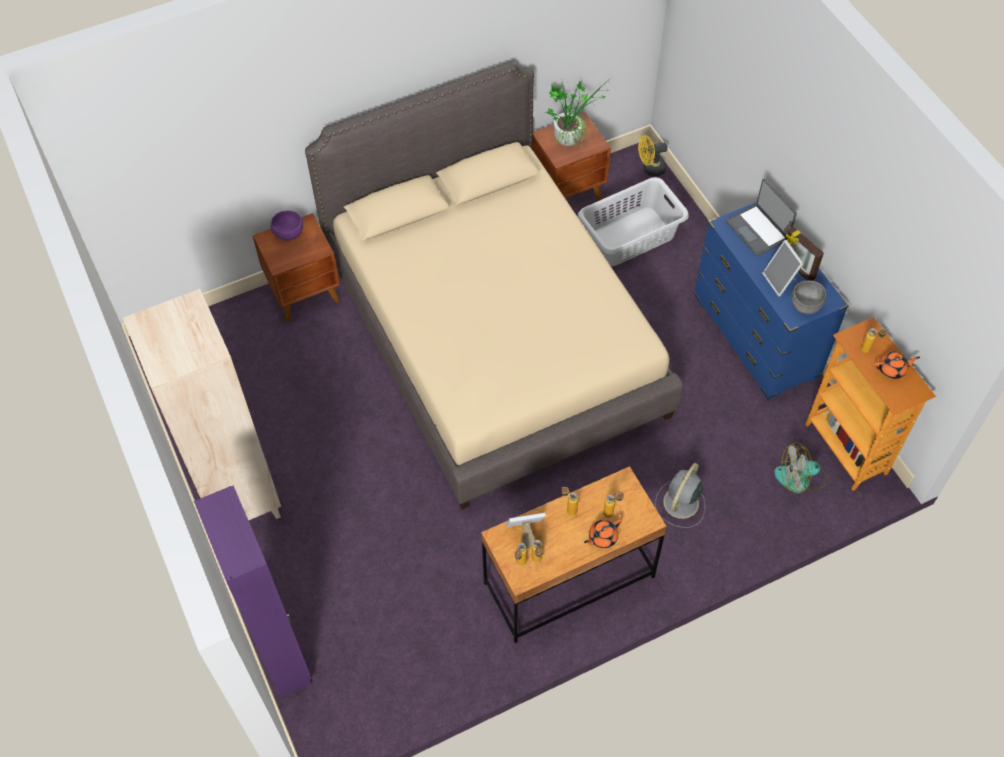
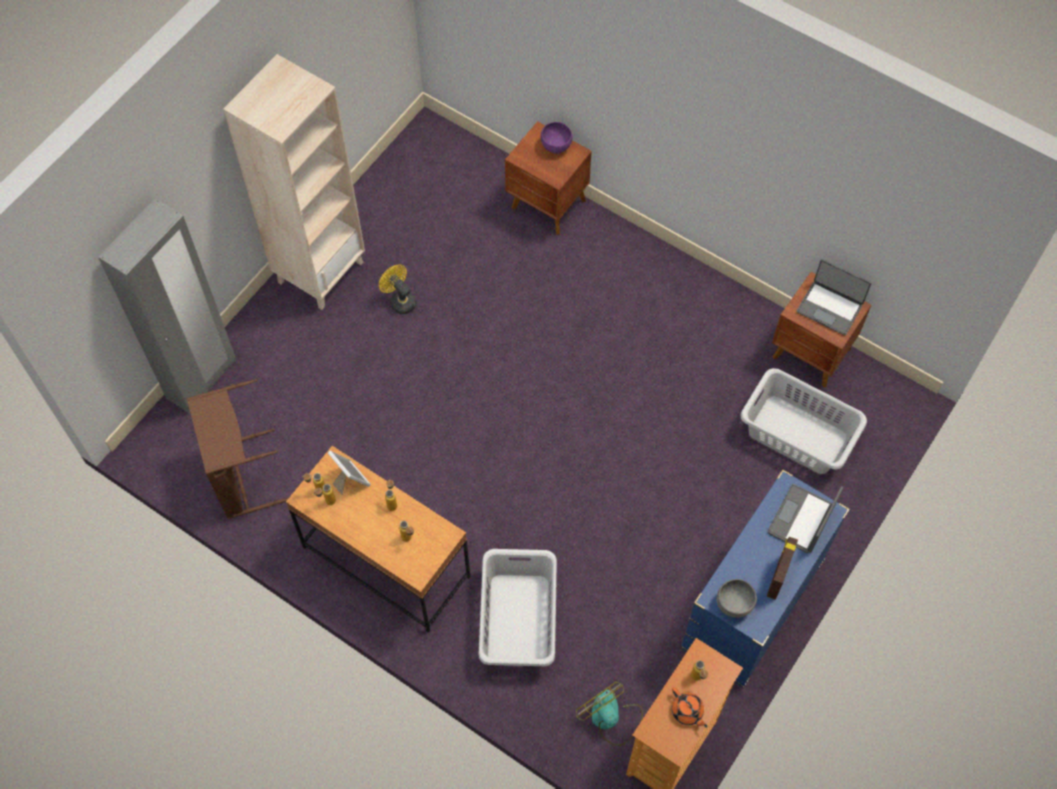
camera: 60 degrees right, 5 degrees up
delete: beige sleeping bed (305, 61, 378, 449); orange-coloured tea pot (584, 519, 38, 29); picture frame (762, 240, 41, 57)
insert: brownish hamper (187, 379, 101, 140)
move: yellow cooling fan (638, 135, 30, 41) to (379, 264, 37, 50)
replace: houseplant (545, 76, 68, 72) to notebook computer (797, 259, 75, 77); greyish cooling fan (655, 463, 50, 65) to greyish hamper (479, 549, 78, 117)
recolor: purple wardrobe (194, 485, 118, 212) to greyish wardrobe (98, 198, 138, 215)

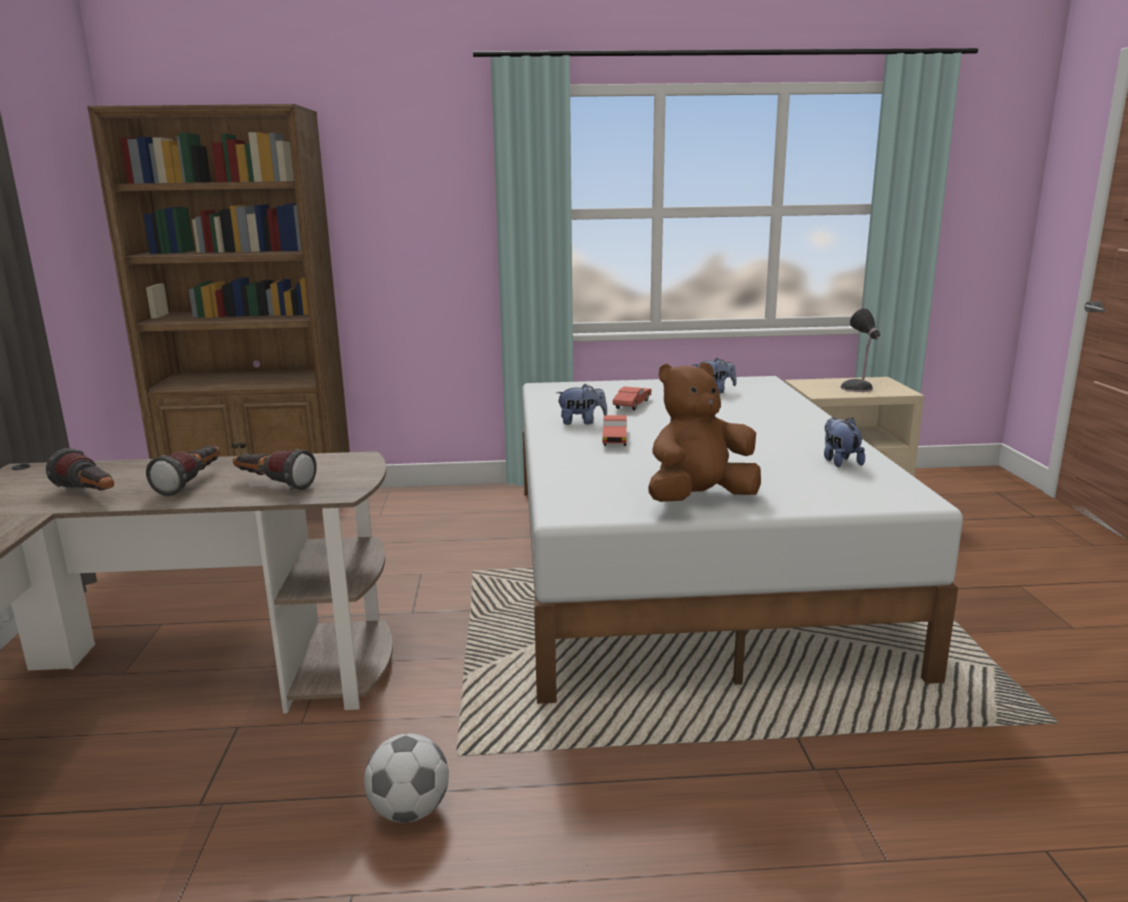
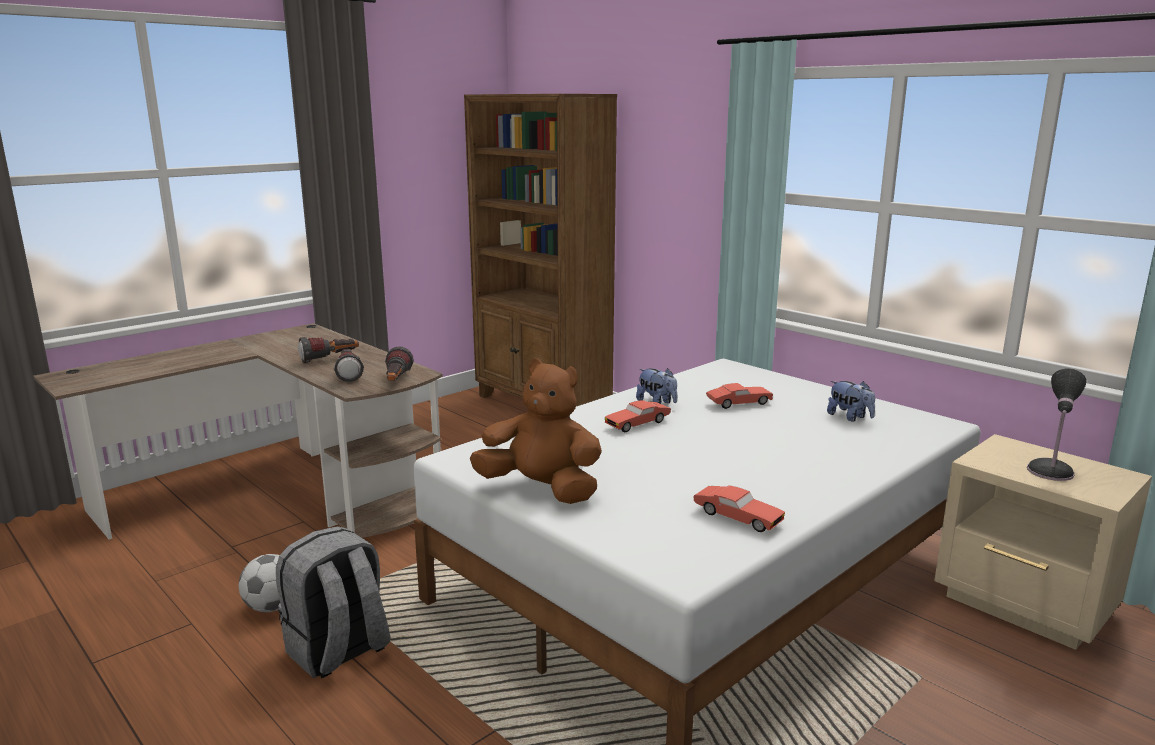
camera: 50 degrees right, 0 degrees up
insert: greyish backpack (276, 526, 114, 152)
move: hand torch (46, 448, 68, 42) to (385, 346, 29, 35)
replace: plush toy (824, 417, 41, 50) to reddish toy car (693, 485, 92, 47)

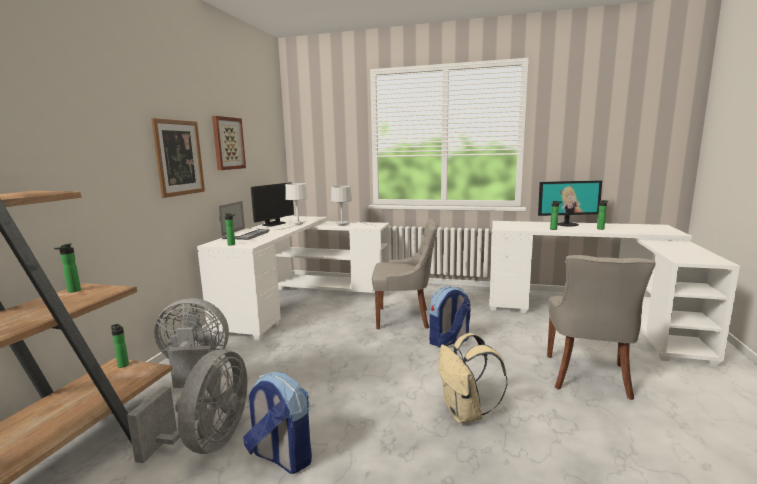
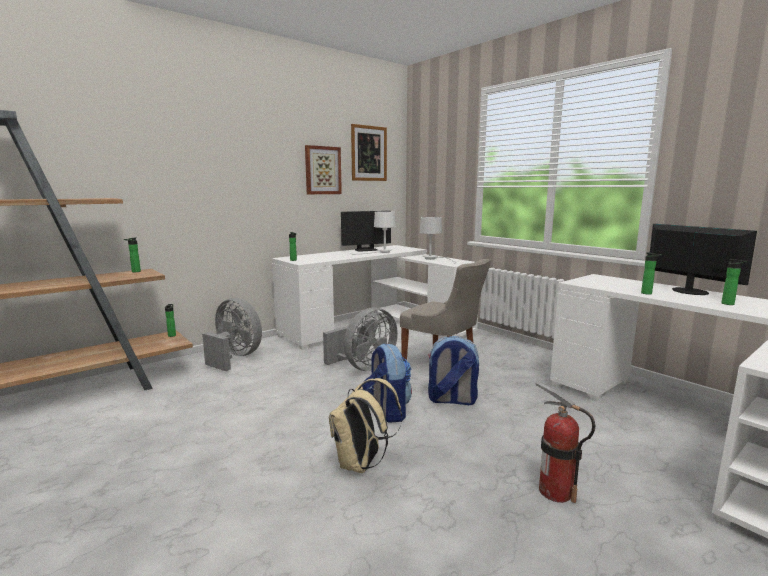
camera: 35 degrees right, 0 degrees up
delete: notebook computer (218, 201, 52, 39)
move: greyish cooling fan (127, 349, 121, 114) to (323, 307, 75, 64); wall picture (151, 118, 54, 80) to (351, 124, 36, 57); backpack (243, 372, 69, 102) to (362, 343, 50, 80)
replace: greyish upright chair (547, 255, 109, 145) to extinguisher (536, 382, 59, 121)
rotate: monitor (538, 180, 64, 46) = (650, 224, 107, 71) 150 degrees counterclockwise

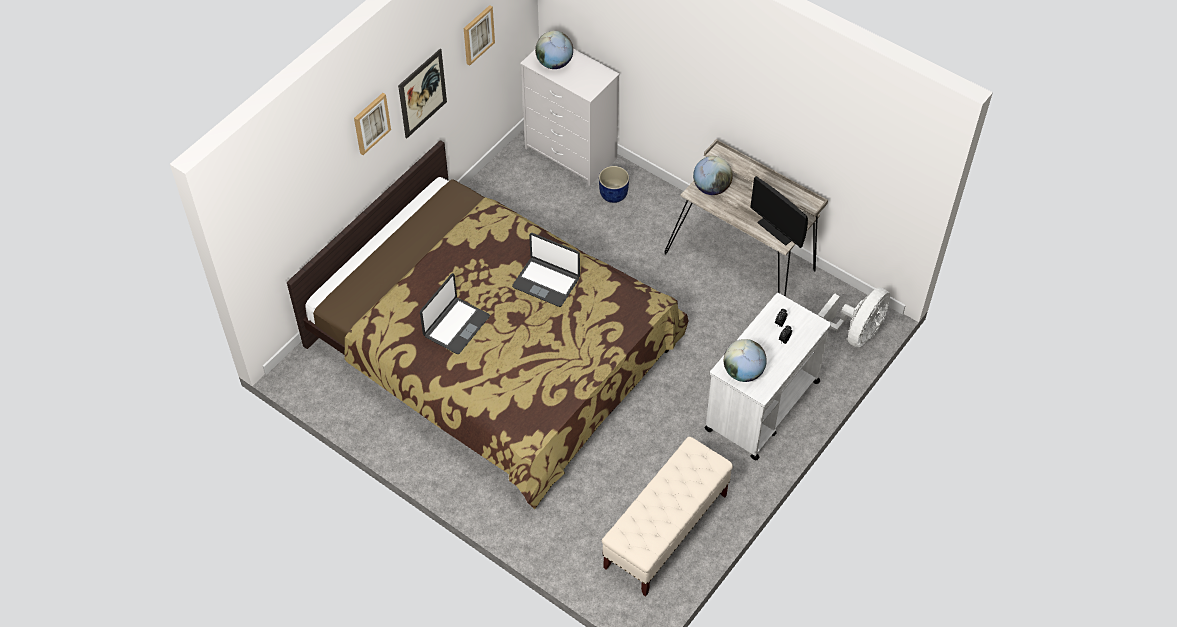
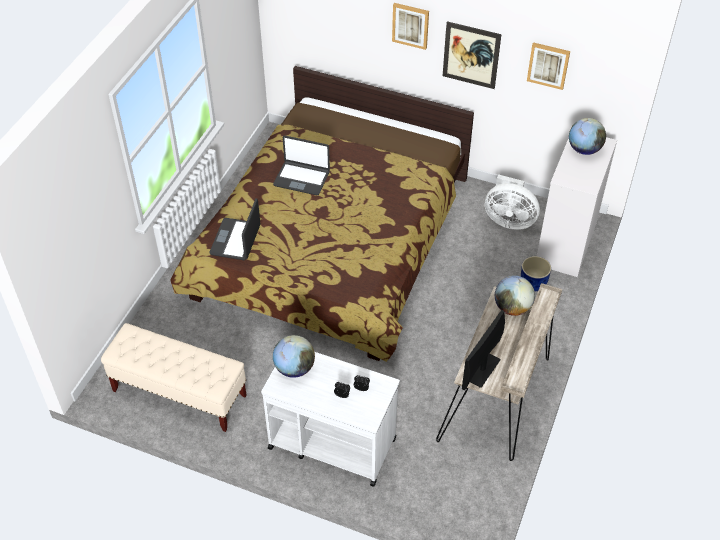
camera: 75 degrees right, 5 degrees down
move: notebook computer (512, 233, 68, 74) to (209, 198, 52, 62); whitish cooling fan (818, 287, 72, 61) to (485, 174, 55, 56)

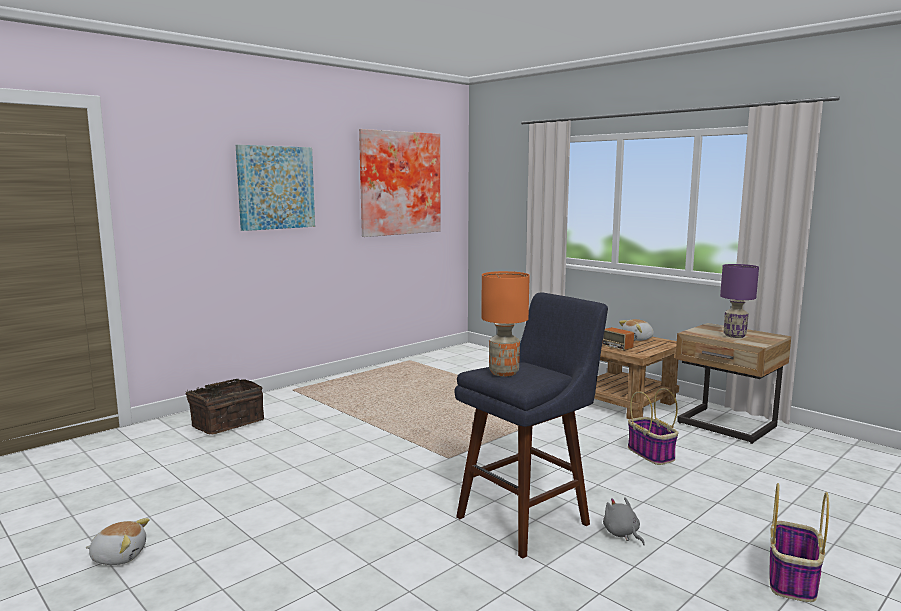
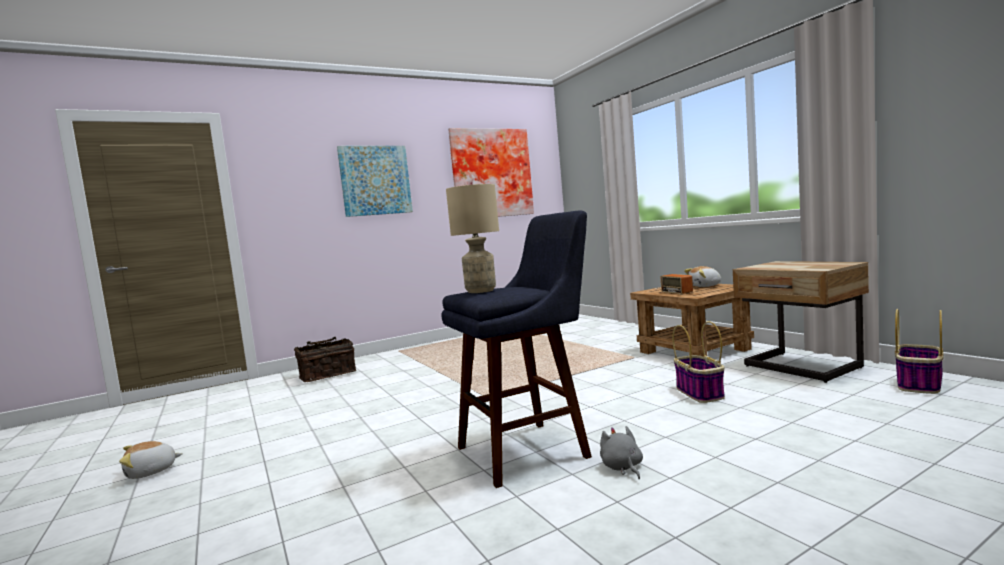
camera: 15 degrees right, 5 degrees down
delete: purple tabletop lamp (720, 264, 39, 74)
move: household basket (770, 483, 59, 119) to (895, 309, 49, 85)
recolor: orange-coloured tabletop lamp (481, 271, 49, 105) to beige tabletop lamp (446, 184, 53, 109)
rotate: plush toy (86, 518, 63, 47) = (119, 441, 64, 38) 135 degrees clockwise

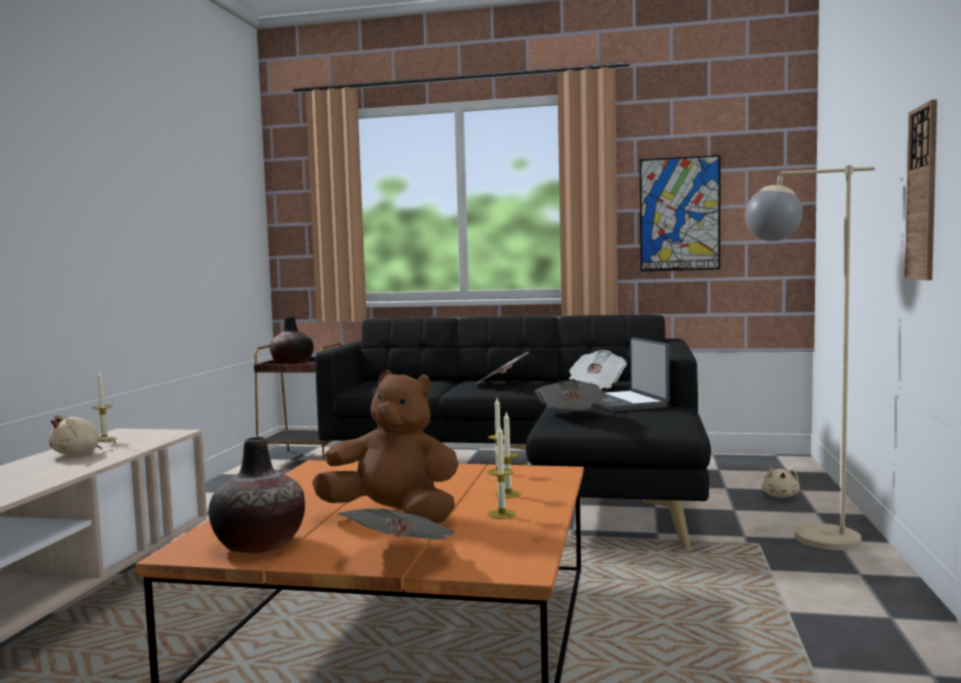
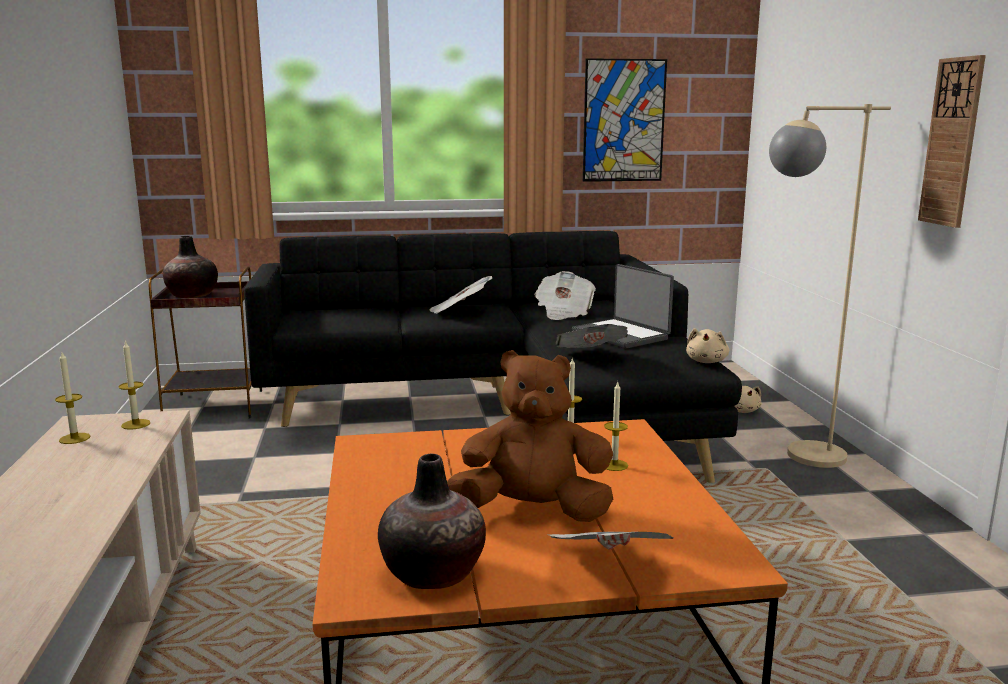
camera: 20 degrees left, 10 degrees up
move: beige plush toy (49, 414, 67, 41) to (686, 328, 43, 35); wax light (488, 425, 28, 94) to (118, 340, 33, 90)

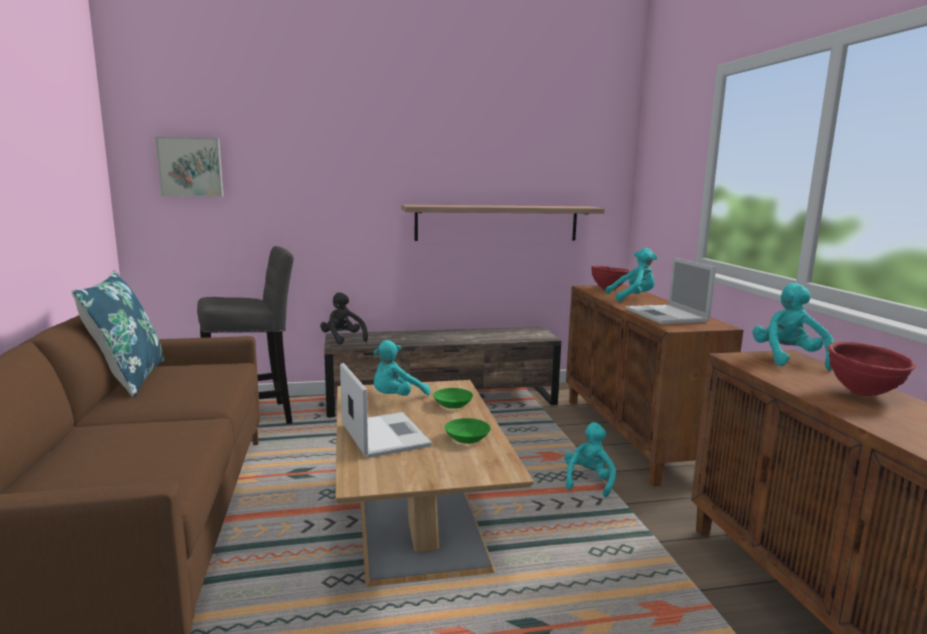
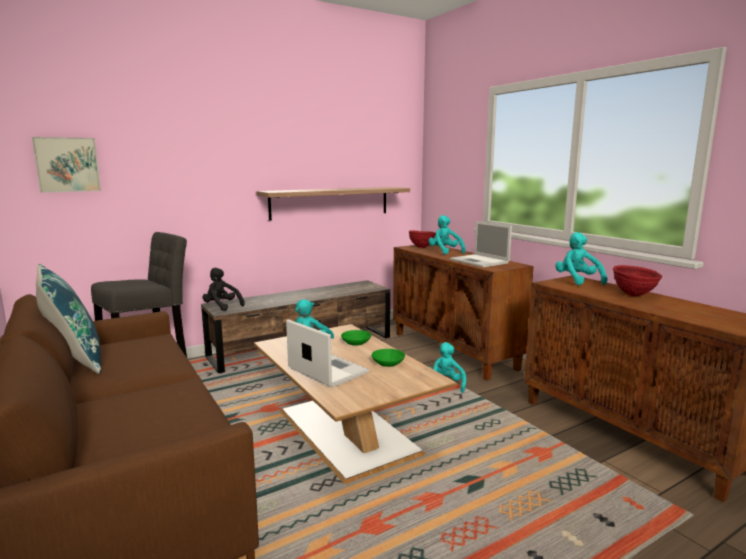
camera: 20 degrees left, 0 degrees up
rotate: blue-green plush toy (605, 248, 52, 54) = (429, 215, 37, 39) 90 degrees counterclockwise

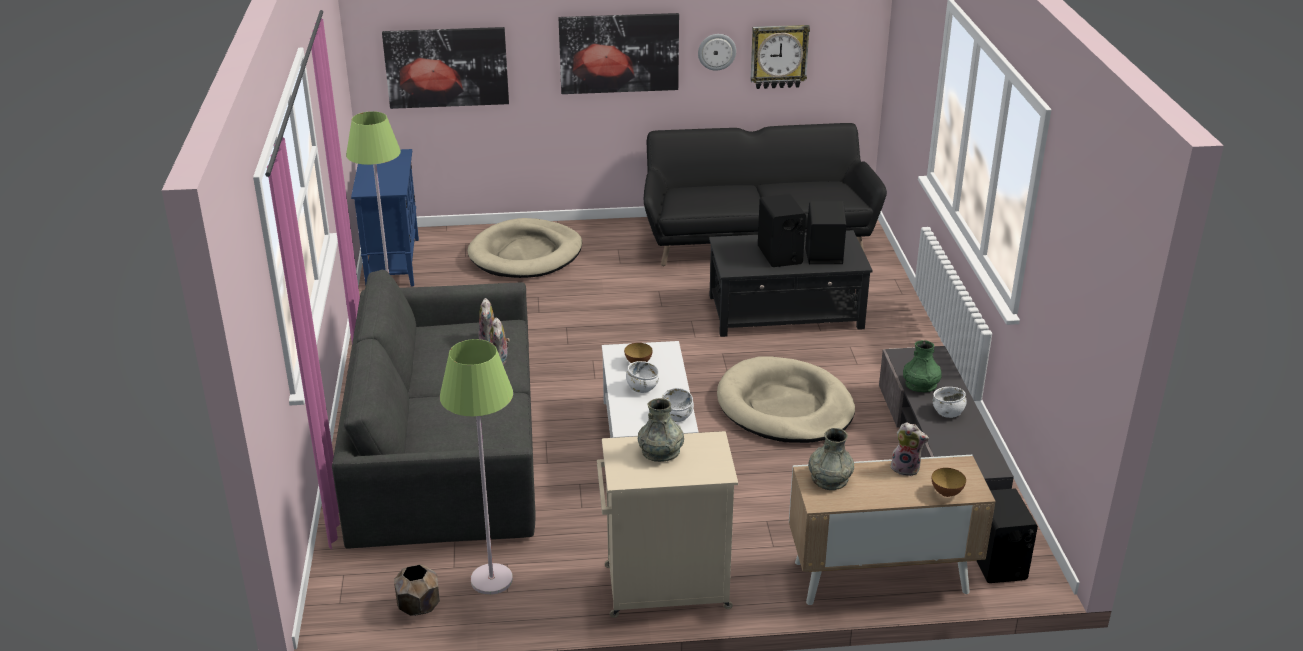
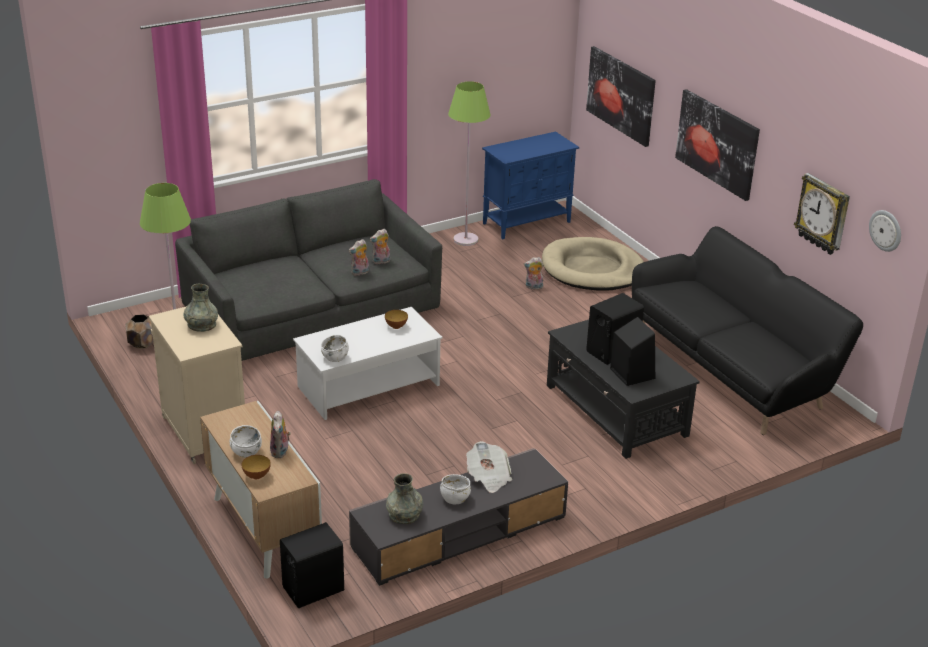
camera: 65 degrees right, 0 degrees up
delete: beige dog cushion (717, 356, 138, 87)
insert: plush toy (524, 257, 20, 33)
move: whitish bowl (626, 361, 33, 32) to (230, 425, 32, 33); clock on the wall (698, 34, 38, 37) to (869, 210, 32, 42); greyish decorative vase (808, 428, 46, 62) to (386, 473, 37, 51)
replace: greenish decorative vase (903, 340, 39, 53) to printed paper (466, 441, 46, 52)

